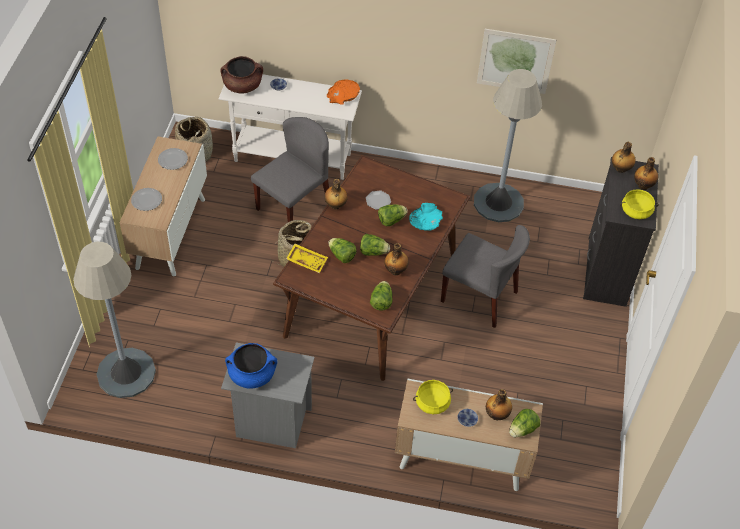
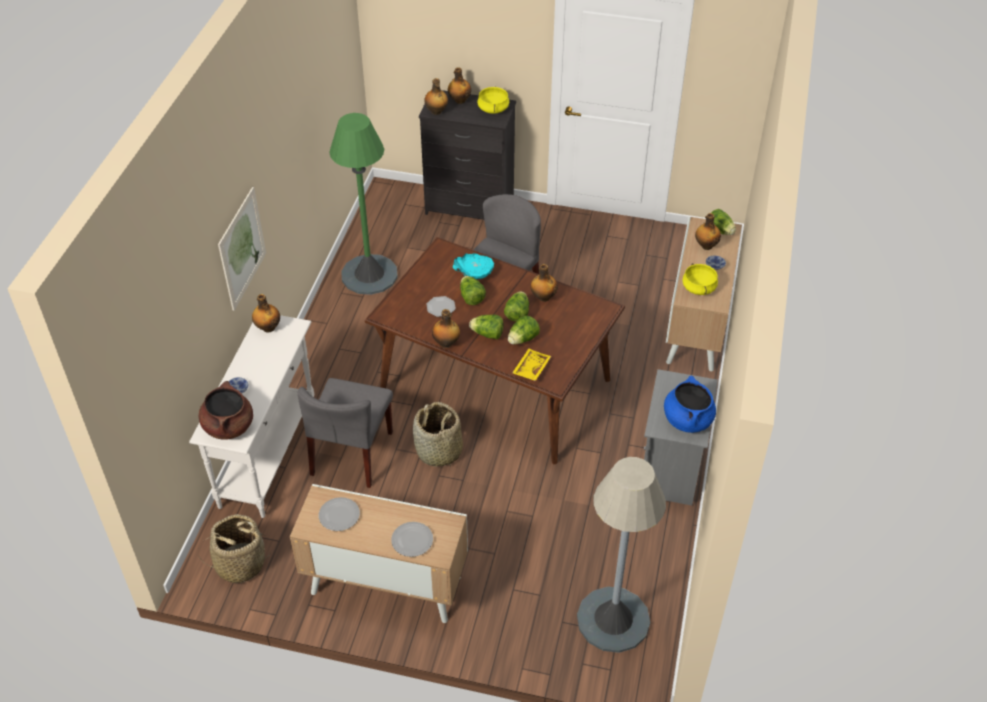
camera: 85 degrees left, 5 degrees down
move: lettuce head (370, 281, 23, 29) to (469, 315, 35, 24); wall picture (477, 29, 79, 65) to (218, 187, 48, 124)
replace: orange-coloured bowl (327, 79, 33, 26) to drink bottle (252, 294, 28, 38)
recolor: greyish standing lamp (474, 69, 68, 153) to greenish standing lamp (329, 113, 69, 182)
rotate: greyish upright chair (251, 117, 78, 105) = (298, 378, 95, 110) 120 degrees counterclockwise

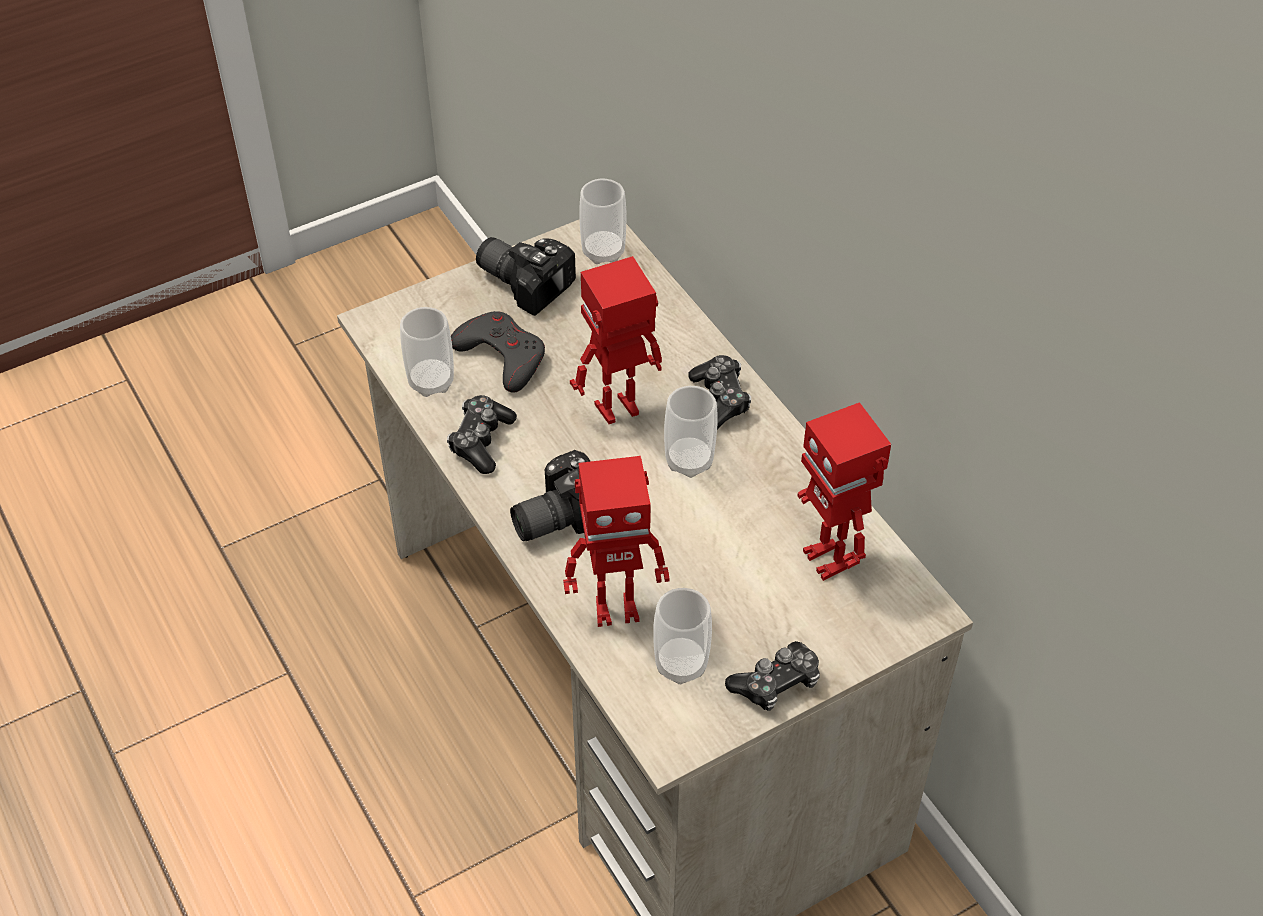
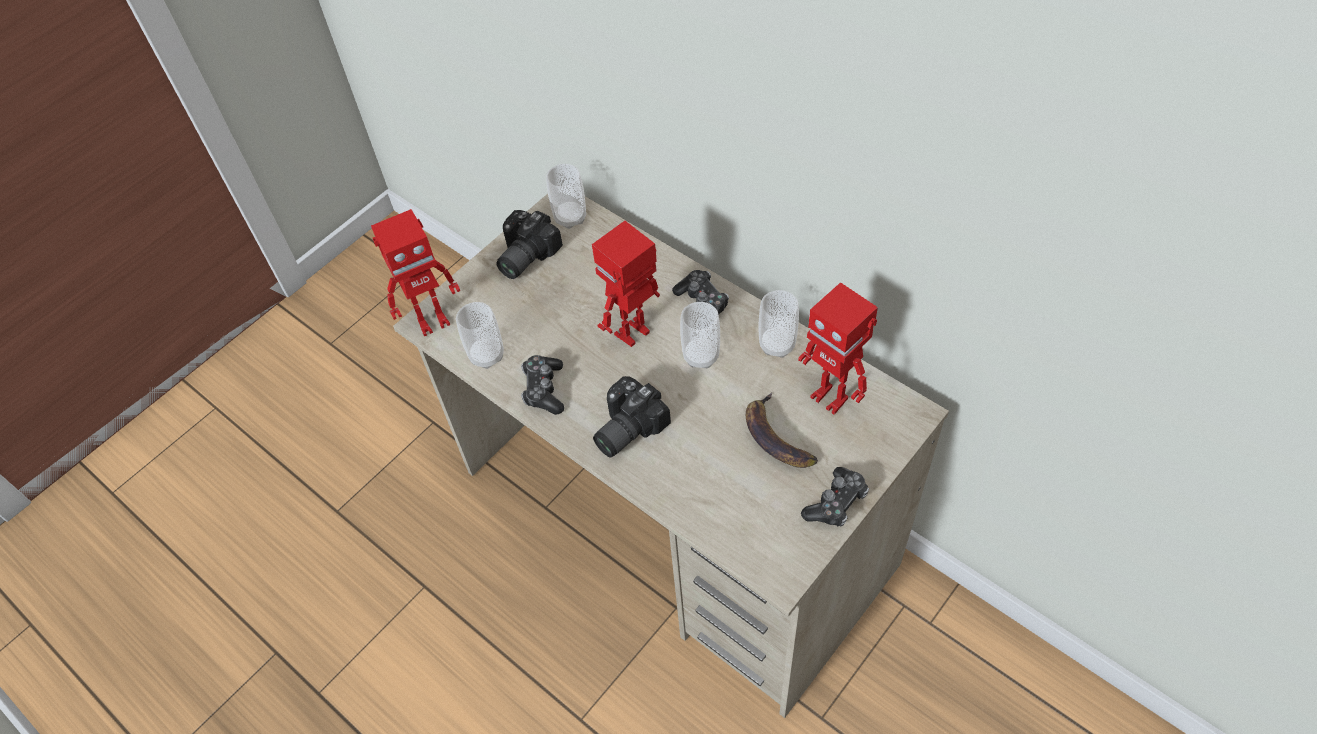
camera: 15 degrees left, 5 degrees up
delete: greyish game controller (451, 311, 94, 82)
insert: banana fruit (746, 392, 72, 76)
move: robot figure (563, 456, 106, 171) to (371, 209, 89, 127); cup (653, 588, 59, 96) to (759, 290, 40, 68)
rotate: still camera (476, 237, 100, 79) = (496, 210, 67, 69) 75 degrees counterclockwise

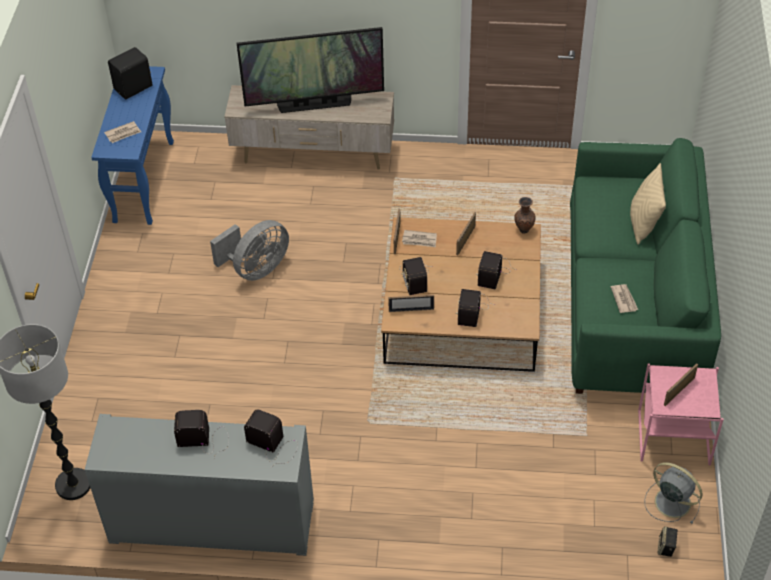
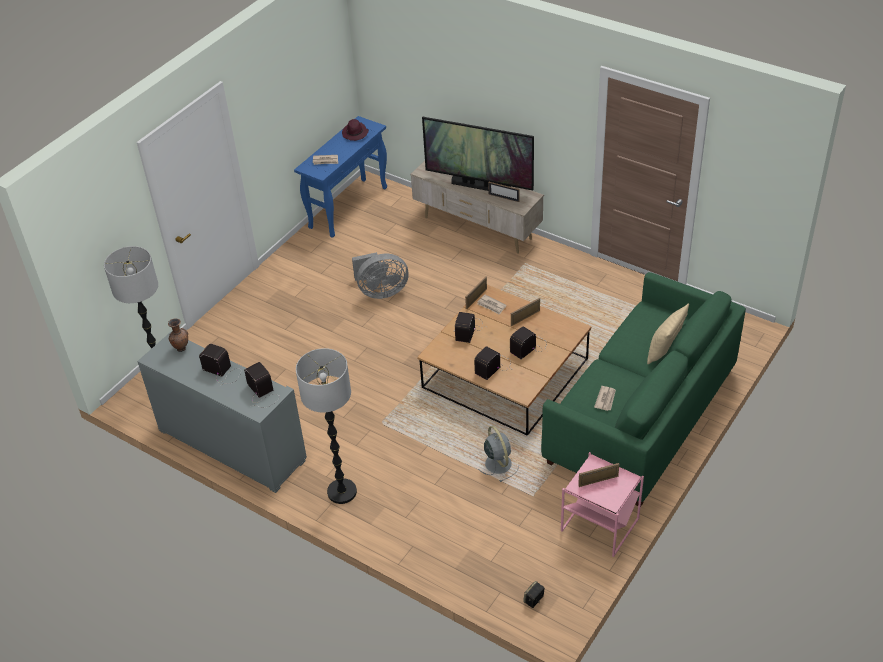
camera: 30 degrees right, 5 degrees down
insert: standing lamp (296, 348, 61, 156)
move: picture frame (388, 295, 46, 17) to (488, 182, 32, 20); brownish decorative vase (514, 197, 22, 37) to (168, 318, 20, 34); greyish cooling fan (644, 462, 58, 62) to (480, 426, 39, 56)
replace: blackish speaker (108, 47, 45, 52) to purple hat (342, 119, 26, 22)

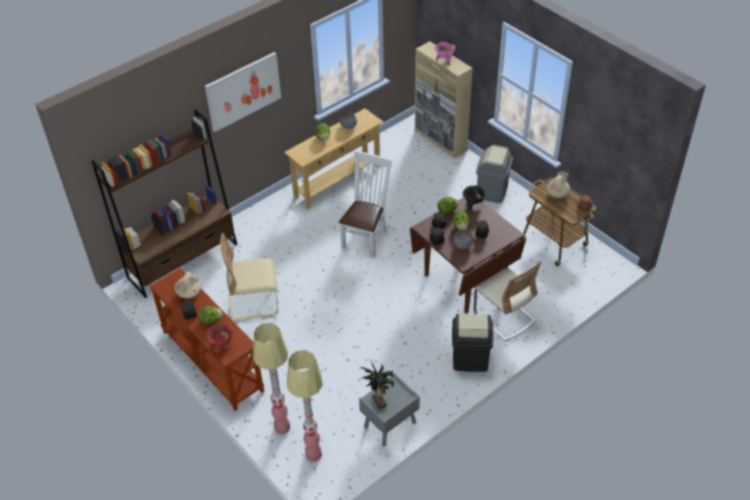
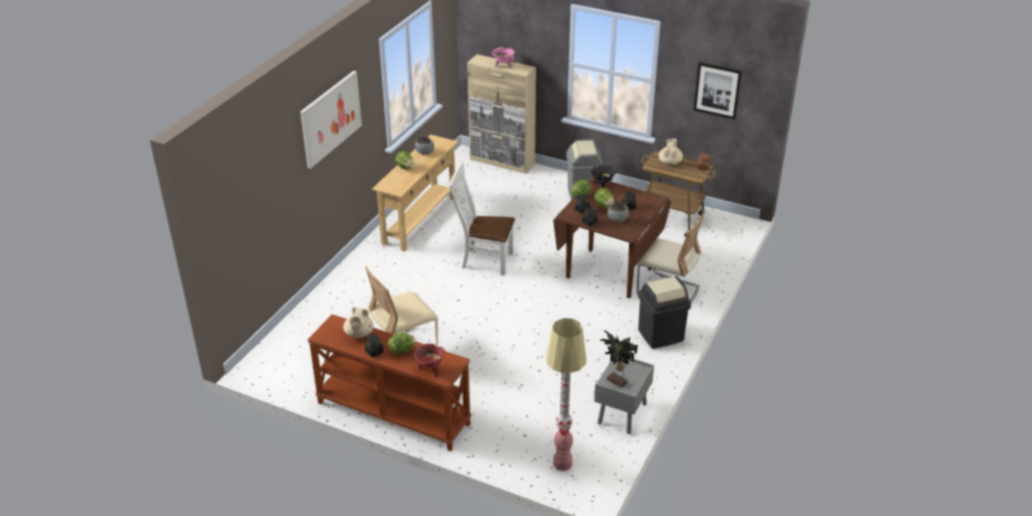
camera: 25 degrees left, 10 degrees down
delete: brownish bookshelf (91, 109, 146, 189); standing lamp (253, 323, 37, 112)
insert: wall picture (694, 62, 48, 58)
rotate: whitish upright chair (339, 151, 53, 106) = (450, 162, 65, 114) 75 degrees counterclockwise

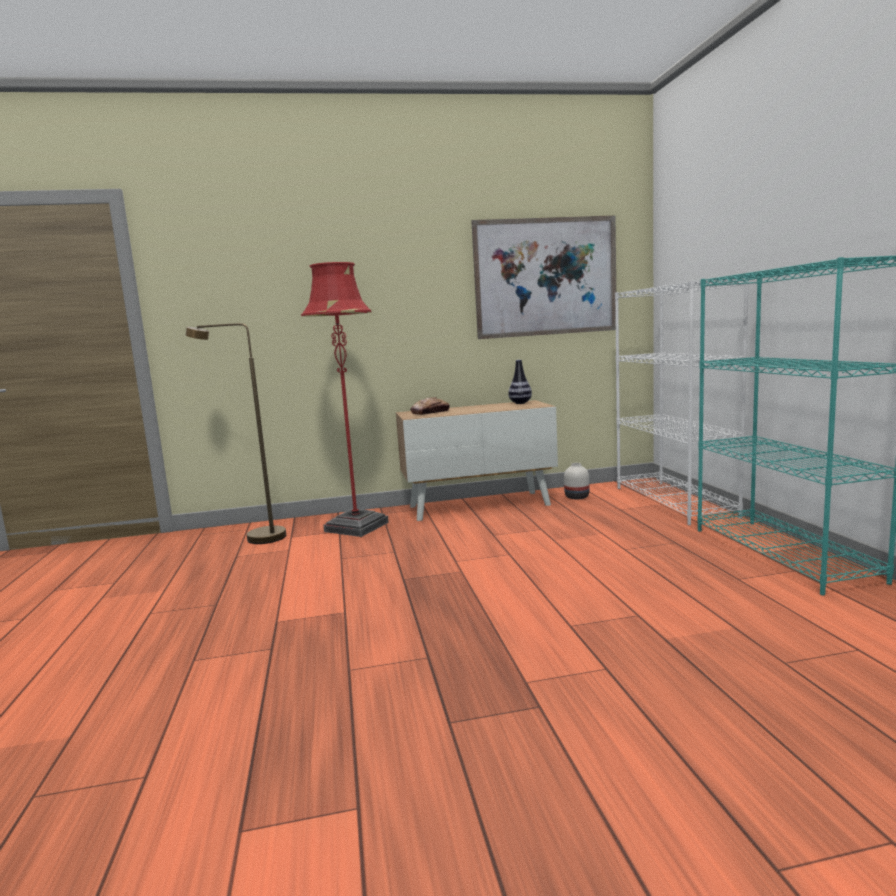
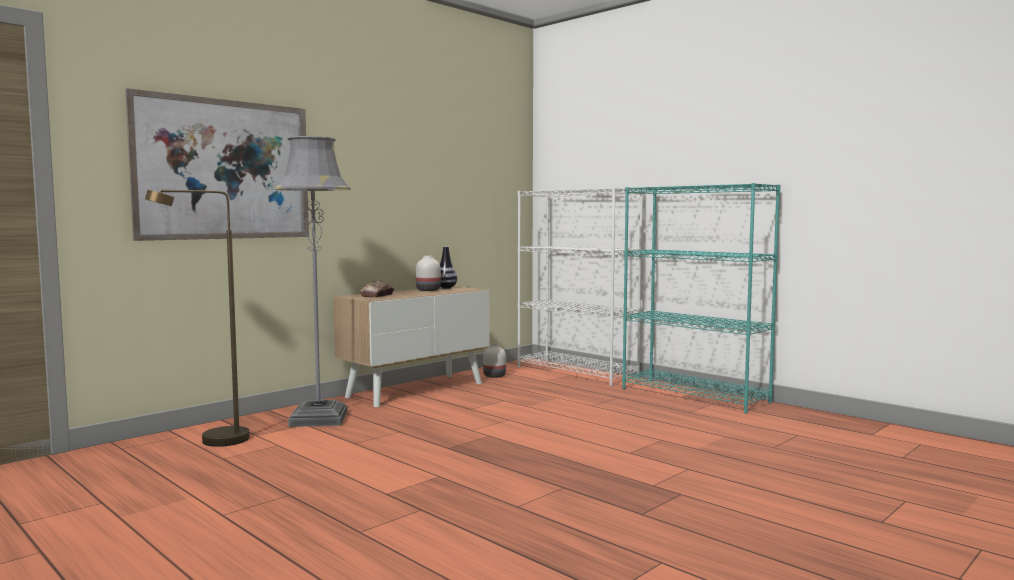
camera: 35 degrees left, 5 degrees down
insert: whitish decorative vase (416, 256, 25, 35)
move: wall picture (471, 215, 145, 124) to (125, 88, 184, 153)
recolor: reddish standing lamp (301, 262, 88, 275) to greyish standing lamp (275, 136, 76, 291)

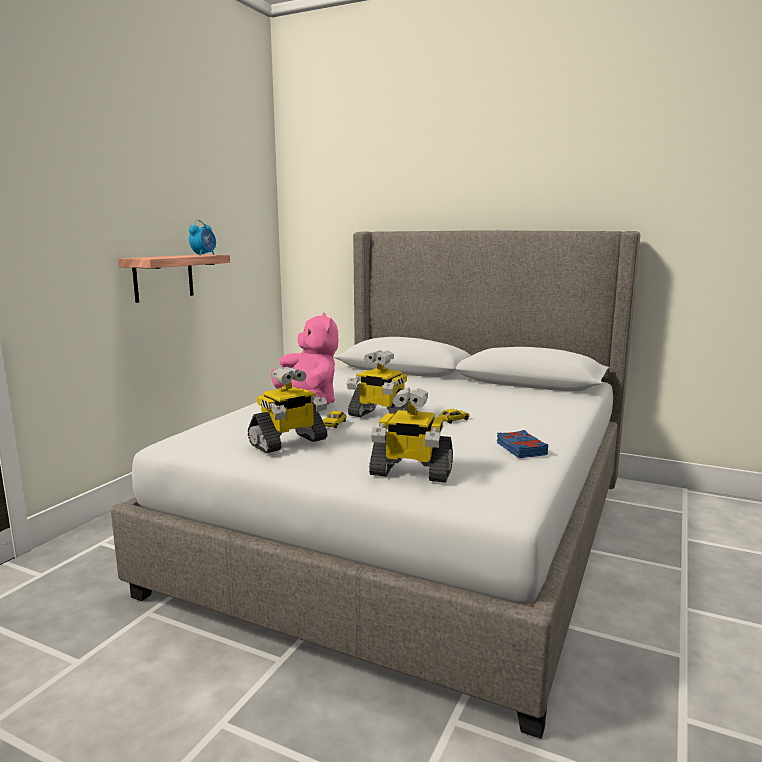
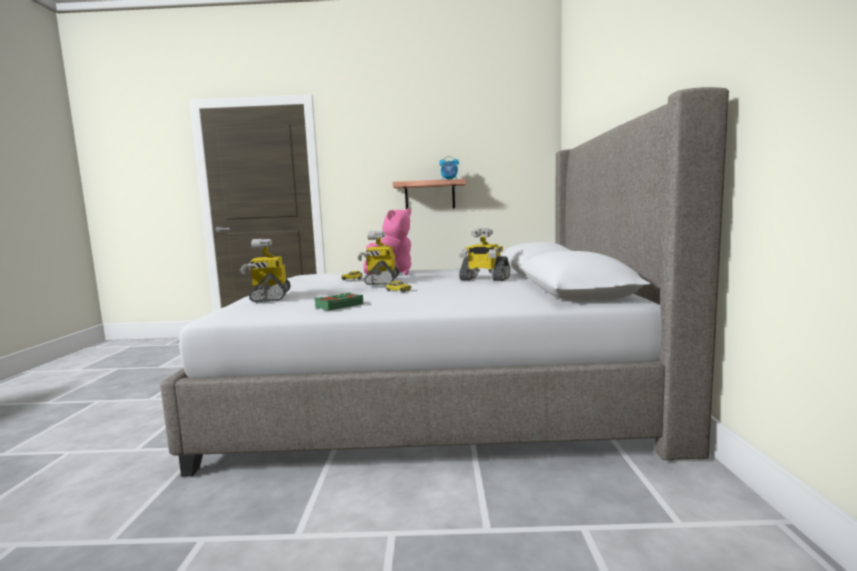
camera: 65 degrees right, 5 degrees down
move: robot figure (248, 367, 80, 86) to (459, 228, 51, 53)
recolor: blue volume (497, 430, 52, 28) to greenish volume (314, 293, 49, 18)

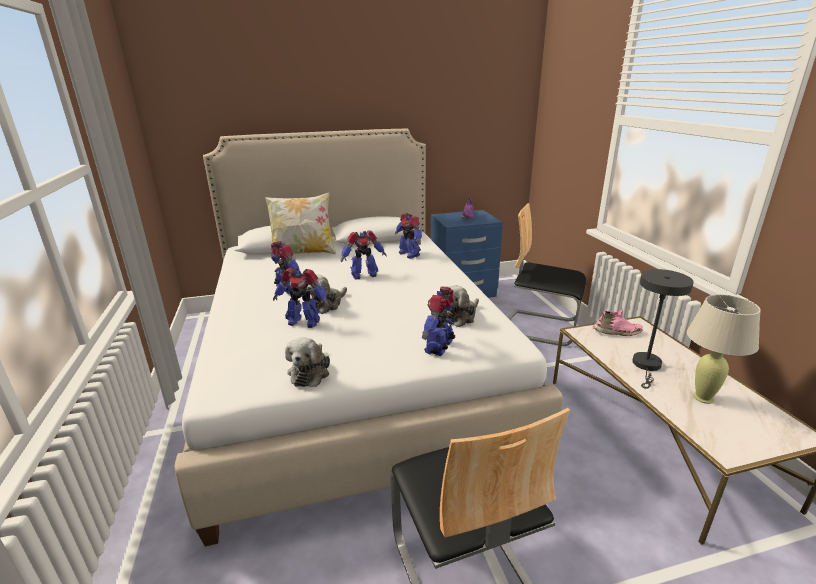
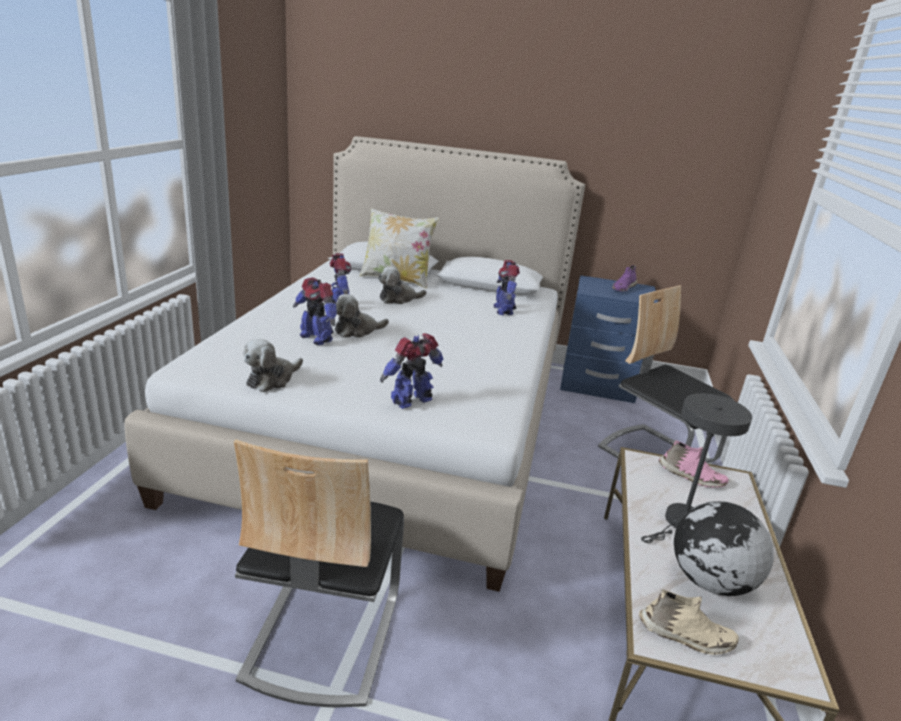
camera: 25 degrees right, 0 degrees up
delete: robot figure (341, 230, 45, 49)
insert: beige shoe (639, 589, 100, 66)
move: plush toy (447, 285, 32, 42) to (378, 266, 49, 38)
replace: beige tabletop lamp (687, 294, 74, 110) to world globe (674, 501, 100, 95)

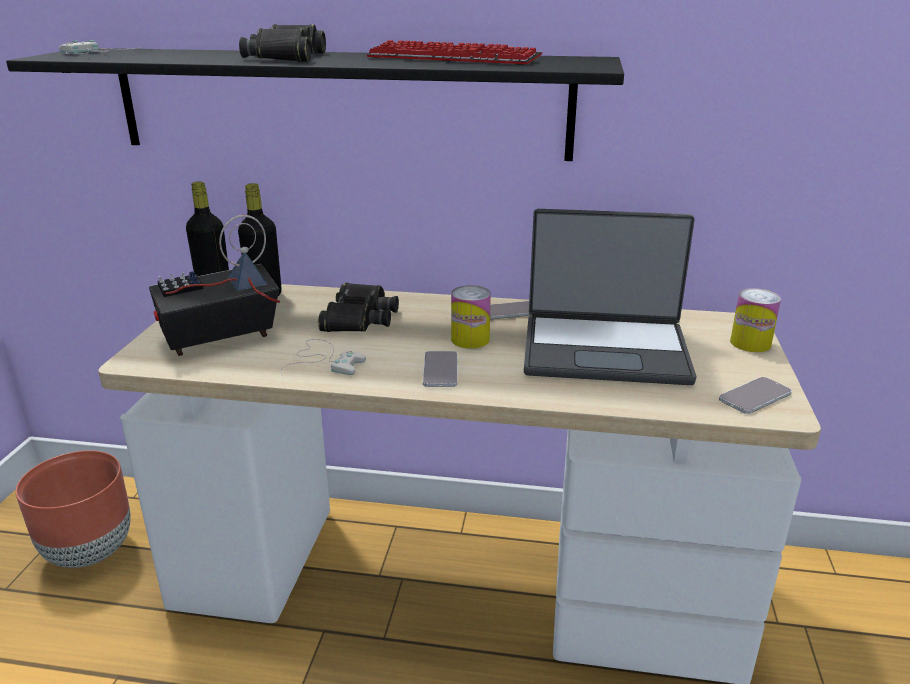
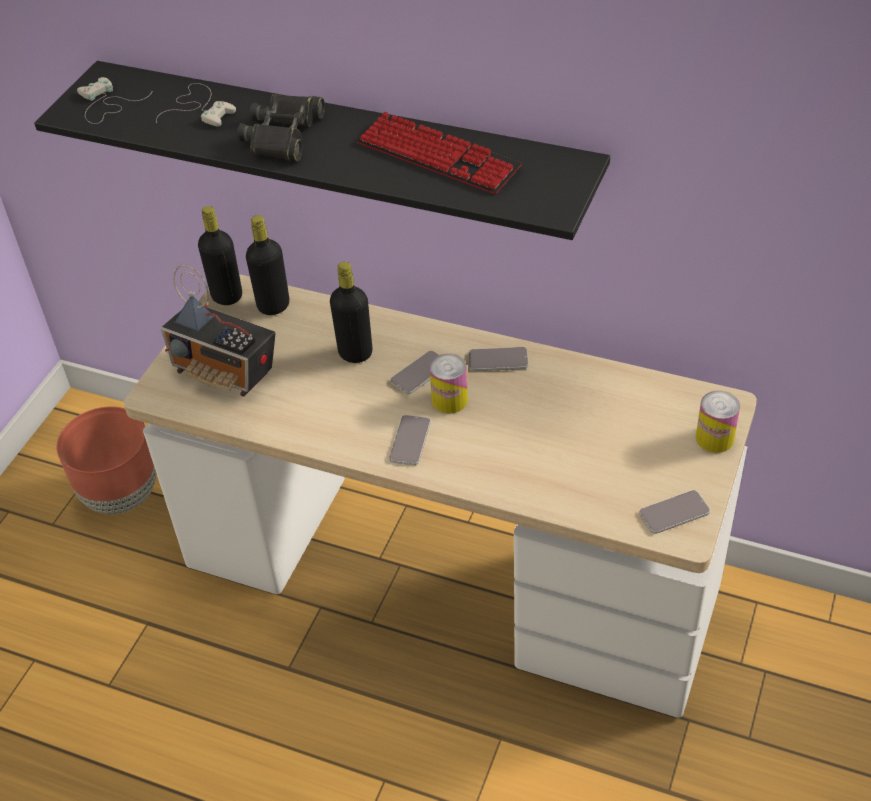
camera: 15 degrees right, 20 degrees up
delete: notebook computer (524, 209, 173, 176)
insert: telephone (390, 350, 49, 44)
move: whitish game controller (280, 339, 86, 36) to (156, 83, 80, 44)
replace: blackish field glasses (318, 283, 81, 49) to blackish drink bottle (330, 262, 42, 101)
rotate: radio set (149, 215, 131, 141) = (161, 265, 115, 131) 135 degrees counterclockwise

